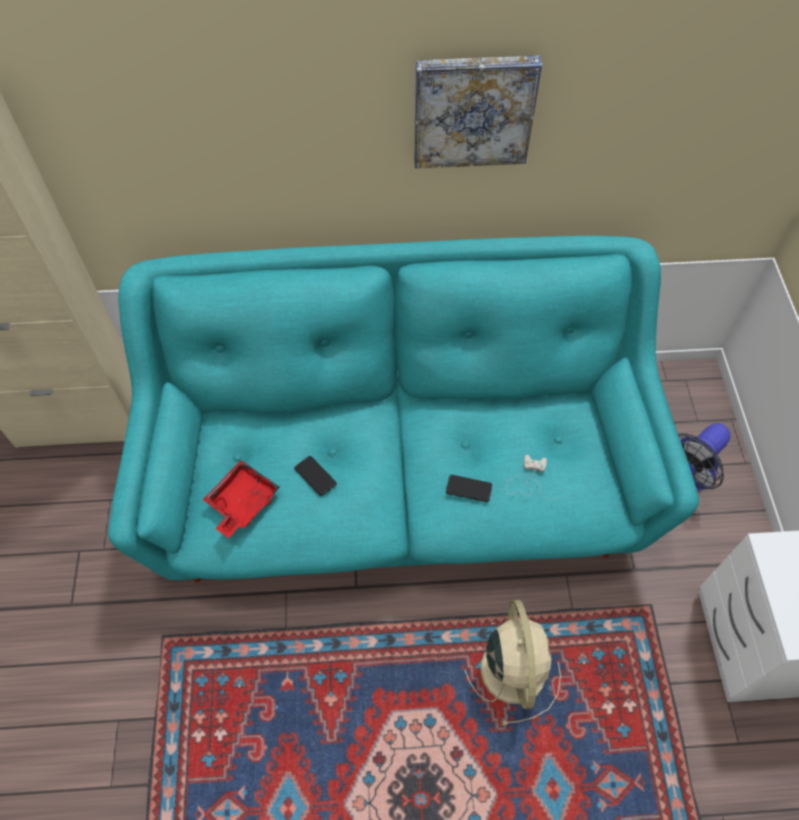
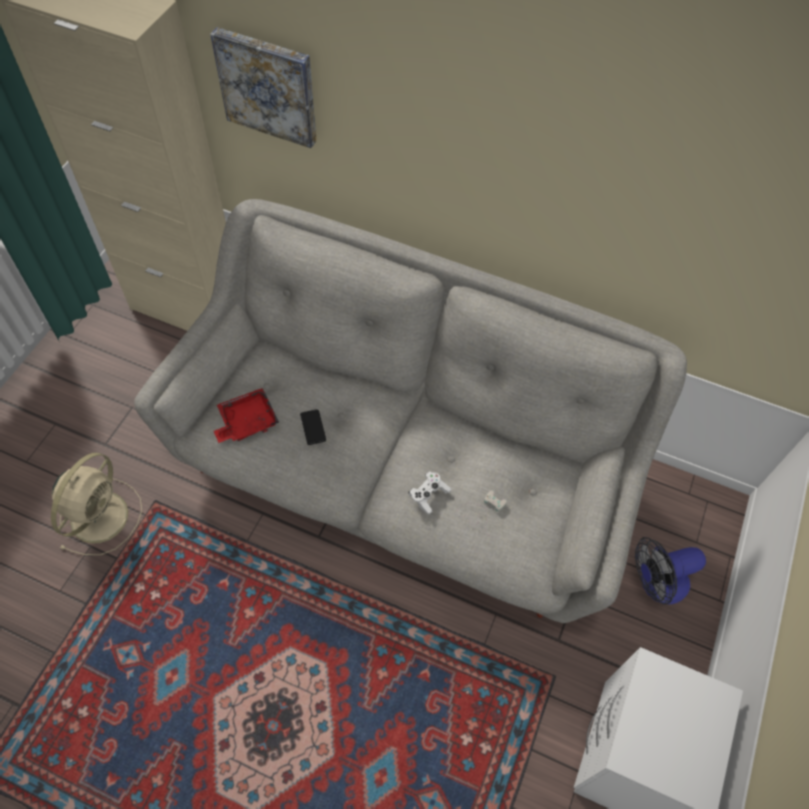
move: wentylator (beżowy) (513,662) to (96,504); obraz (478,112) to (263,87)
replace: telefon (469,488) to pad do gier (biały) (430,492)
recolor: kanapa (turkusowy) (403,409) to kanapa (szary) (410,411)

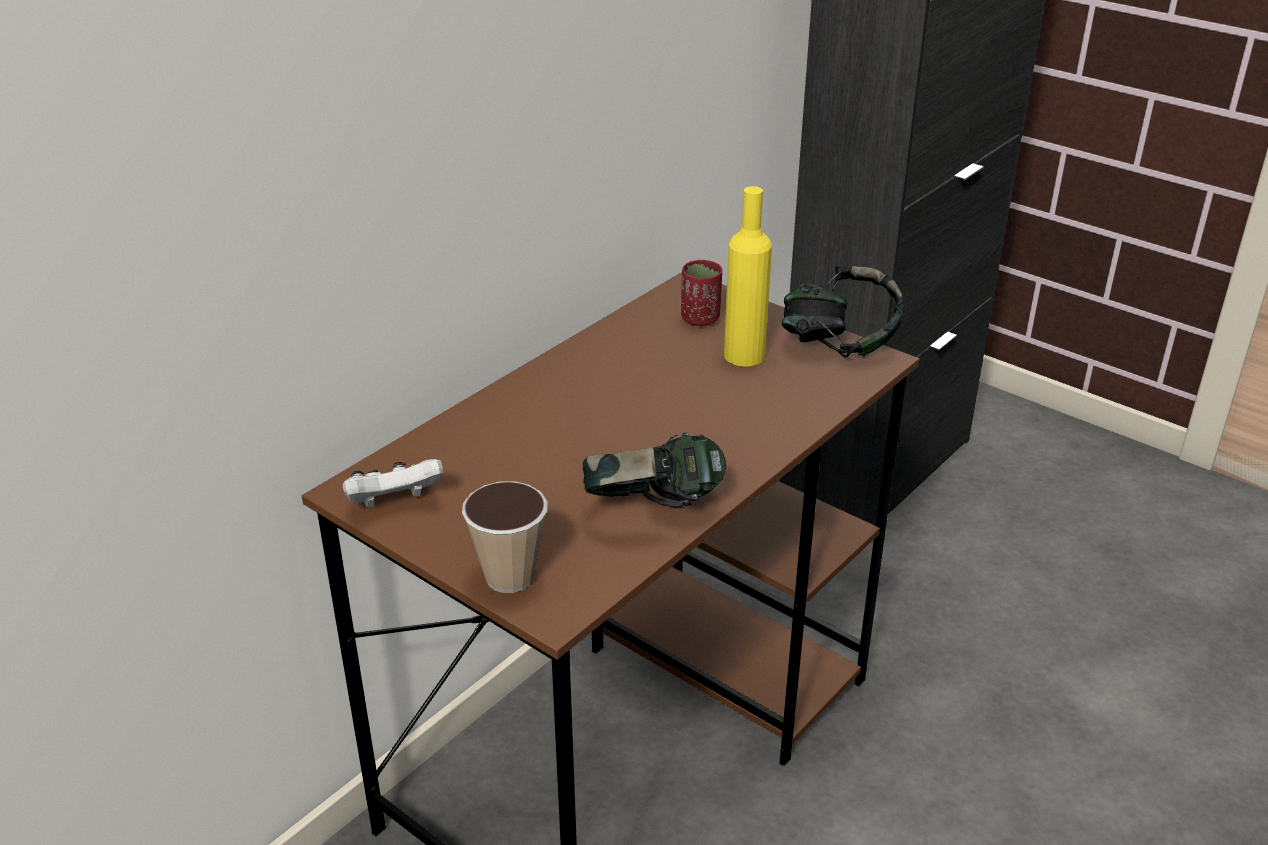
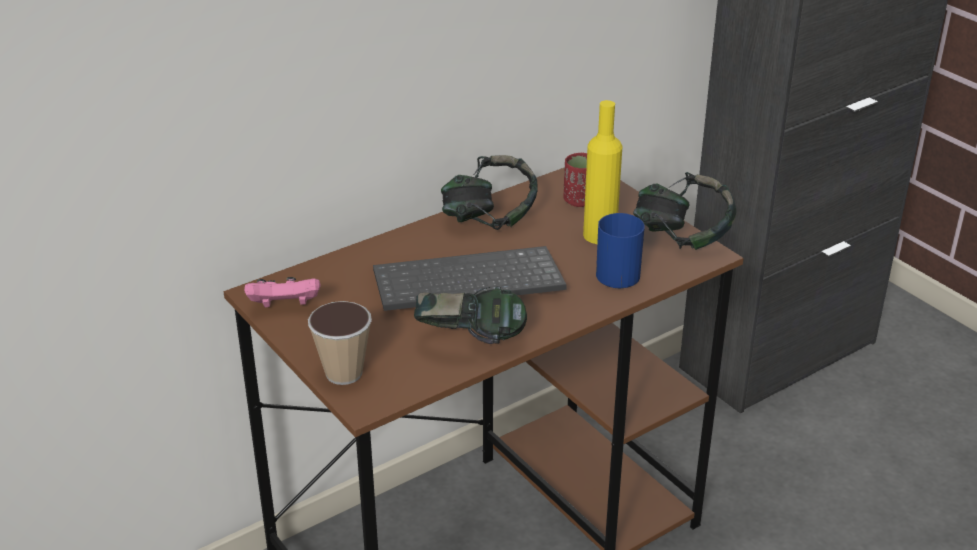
insert: klawiatura (469,278); słuchawki (489,192); kubek (niebieski) (620,251)
recolor: pad do gier (biały) (393,483) to pad do gier (różowy) (282,292)

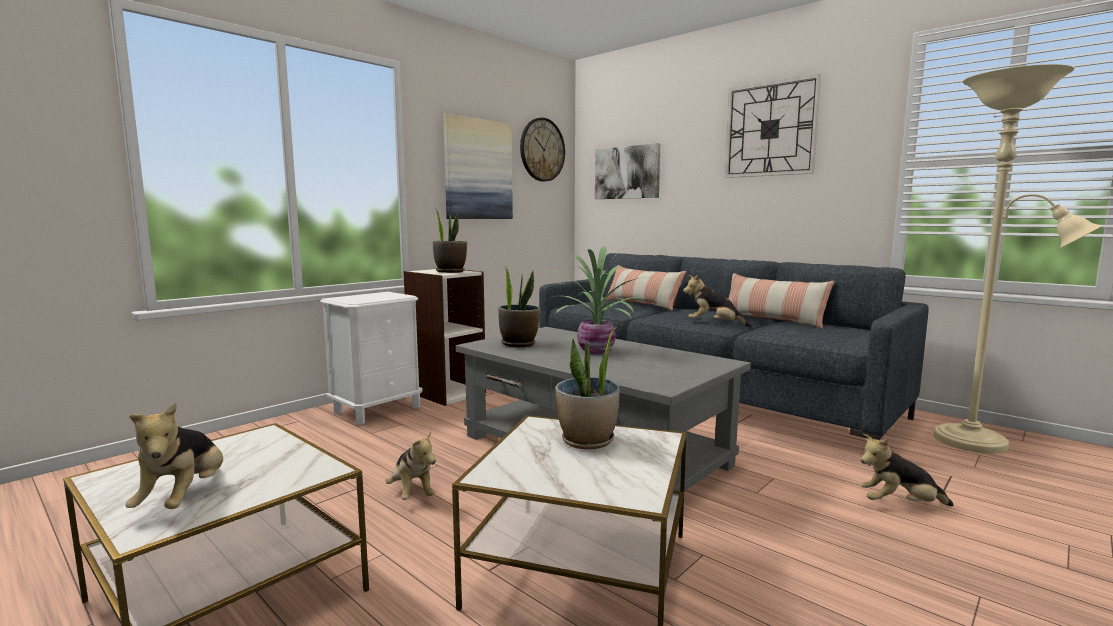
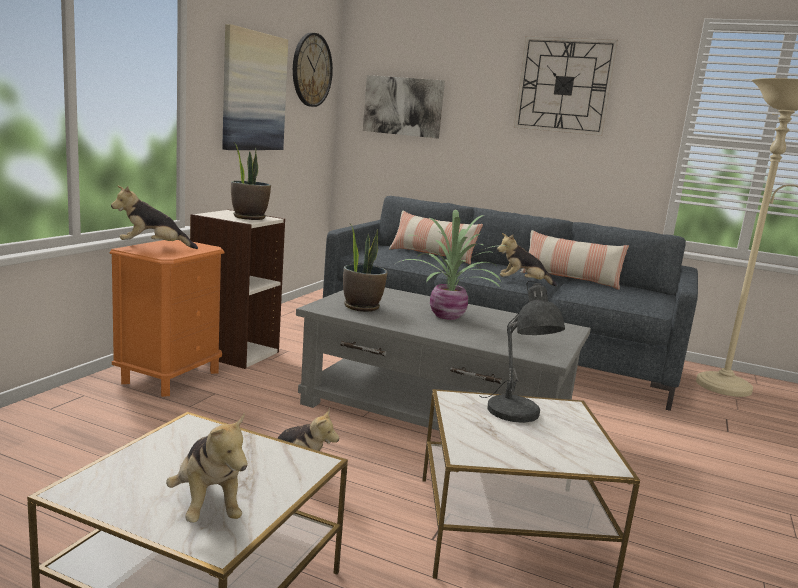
move: pluszak (907,470) to (154,217)
replace: roślina doniczkowa (587,388) to lampa stołowa (szary) (522,352)
recolor: szafka nocna (biały) (371,358) to szafka nocna (pomarańczowy) (167,318)

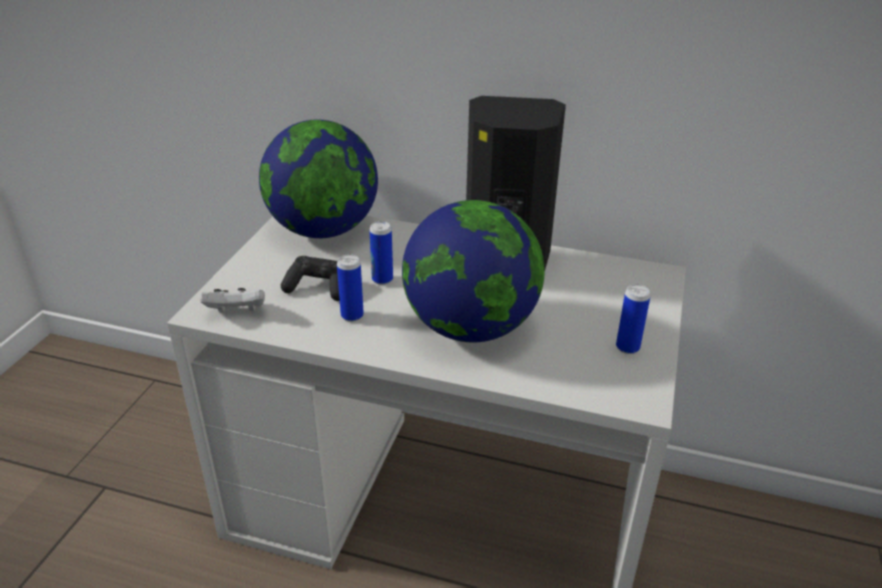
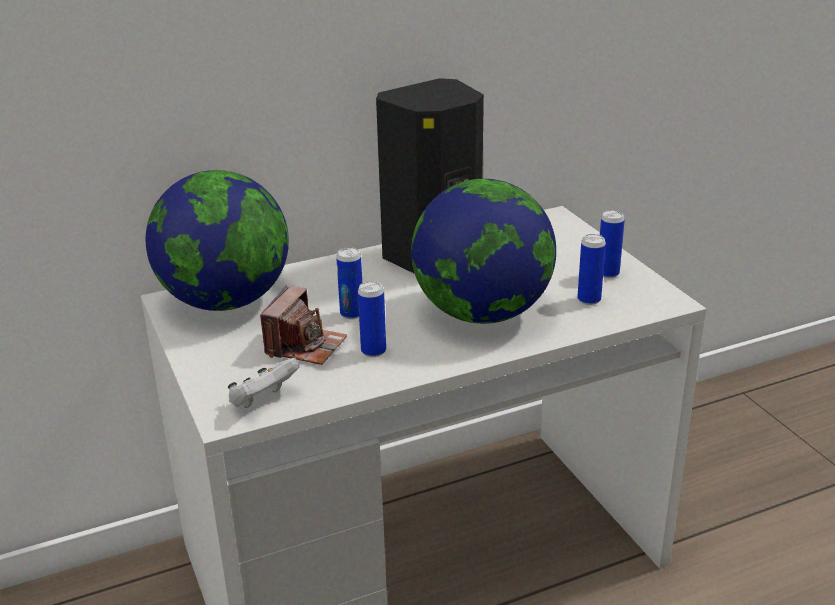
insert: puszka (591,269)
replace: pad do gier (czarny) (310,278) to aparat fotograficzny (303,325)

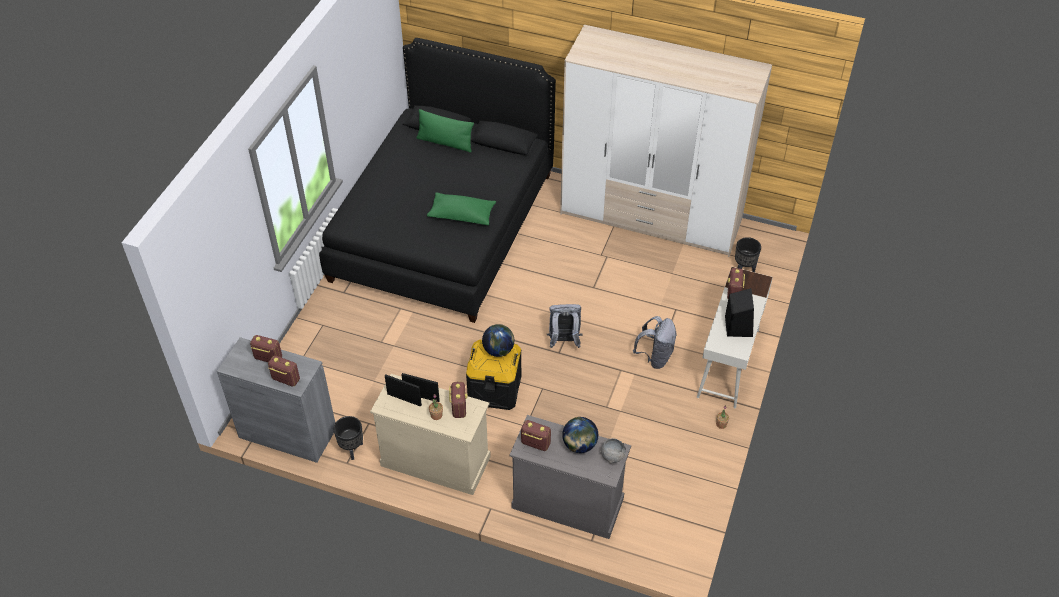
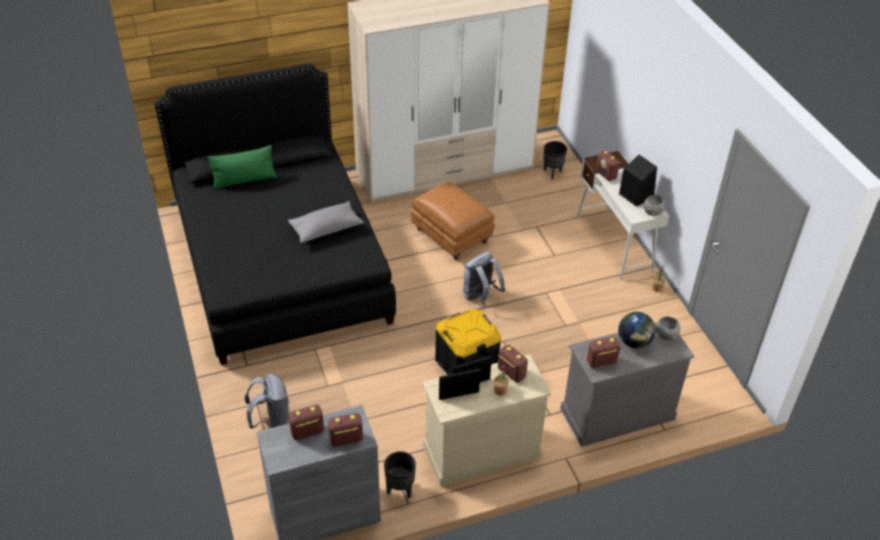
delete: globus (498,340)
insert: pufa (brązowy) (453,221); miska (szary) (654,205)
move: plecak (szary) (655,342) to (267,401)
recolor: poduszka (zielony) (461,209) to poduszka (szary) (326,222)

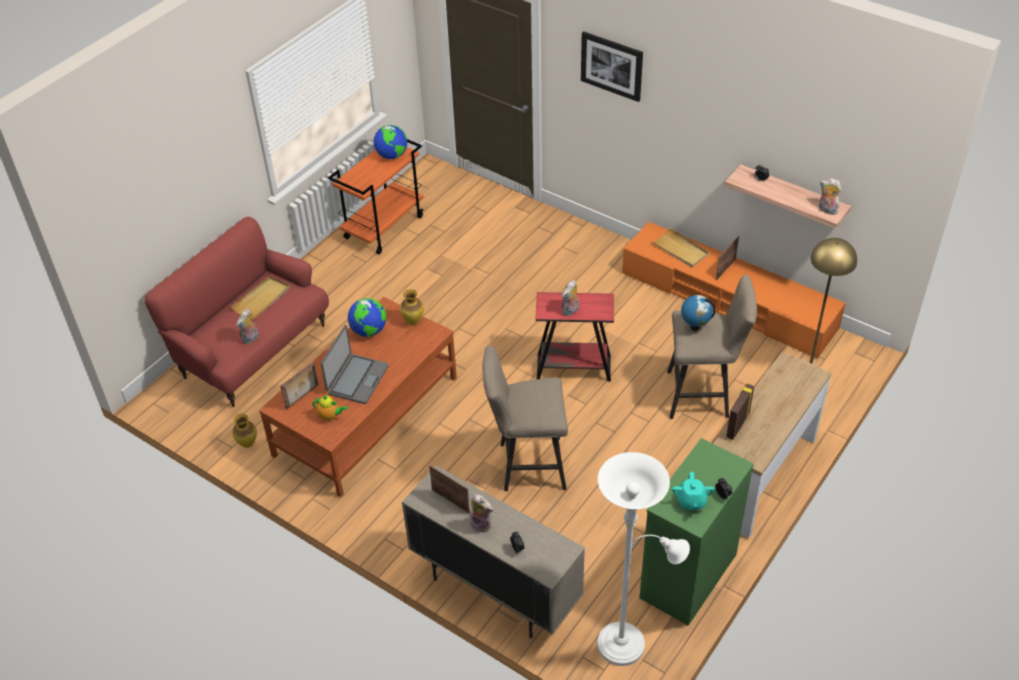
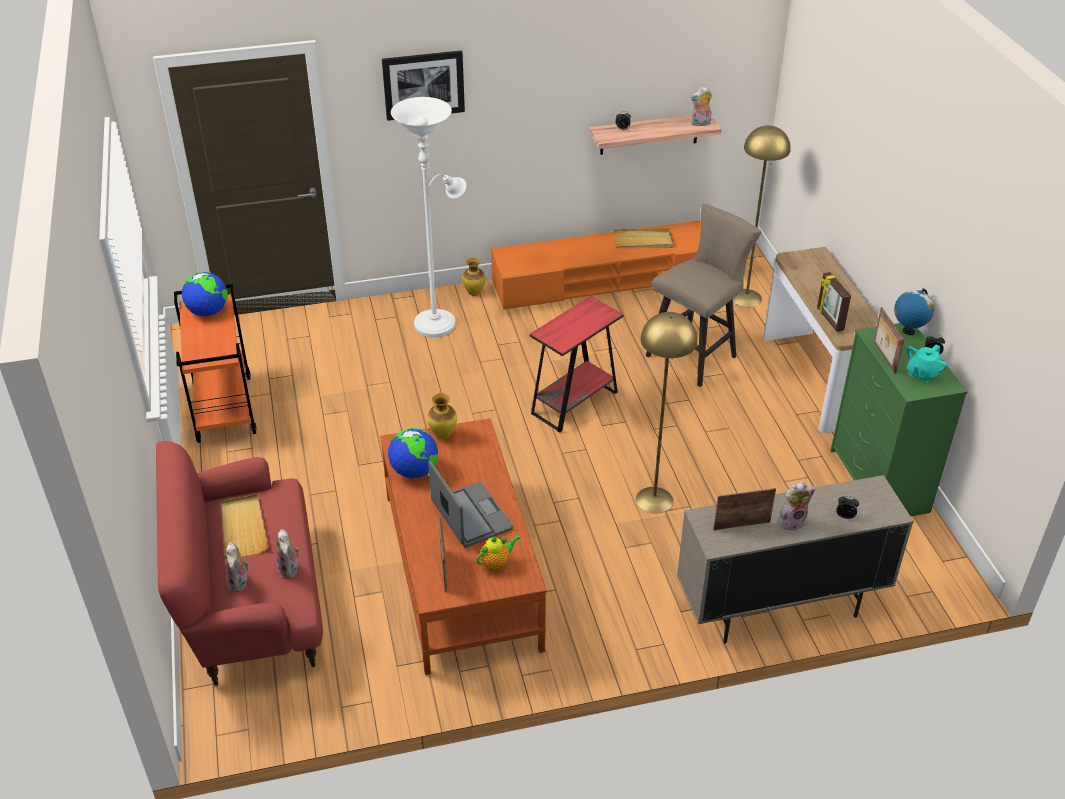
move: pluszak (570,298) to (237,567); lampa stojąca (biały) (643,559) to (428,217); wazon (244,431) to (473,277); taca (beżowy) (679,248) to (643,238); ramka na zdjęcie (727,258) to (888,340); globus (698,313) to (914,311)
replace: stołek (beżowy) (525,418) to lampa stojąca (żółty) (667,413)
rotate: imbryk (turkusowy) (693,491) = (927,363) 90 degrees clockwise

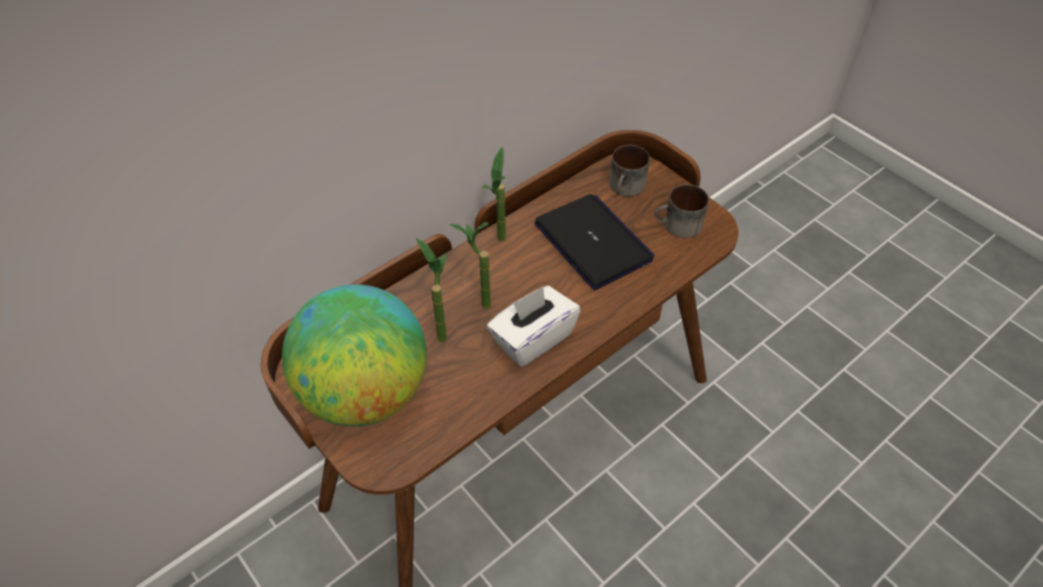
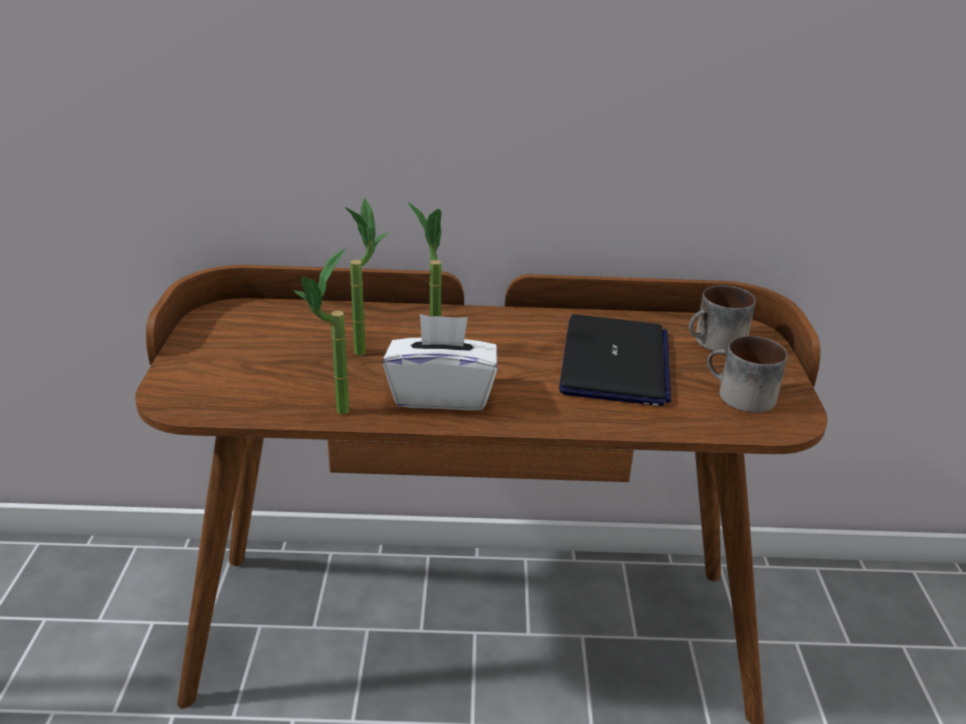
delete: globus (354,355)
move: roślina doniczkowa (494,194) to (321,331)

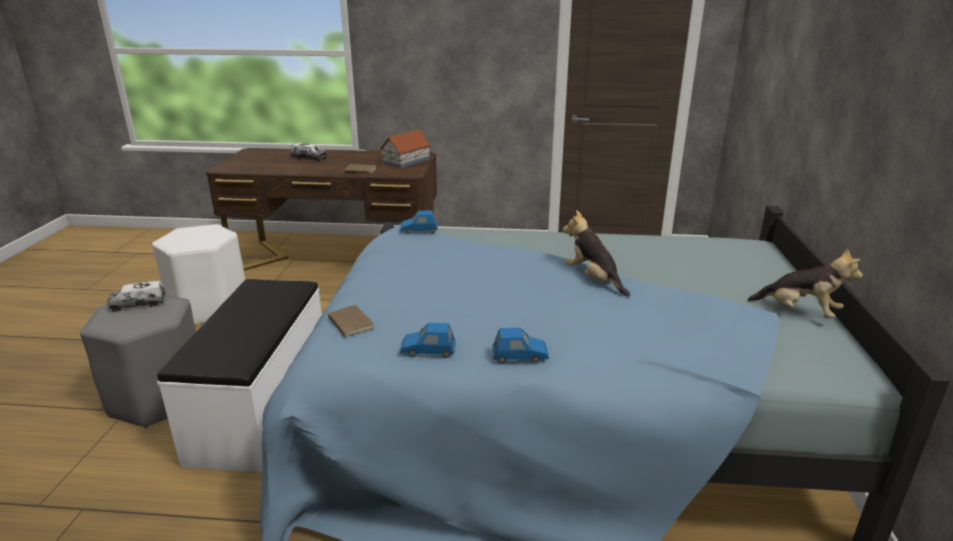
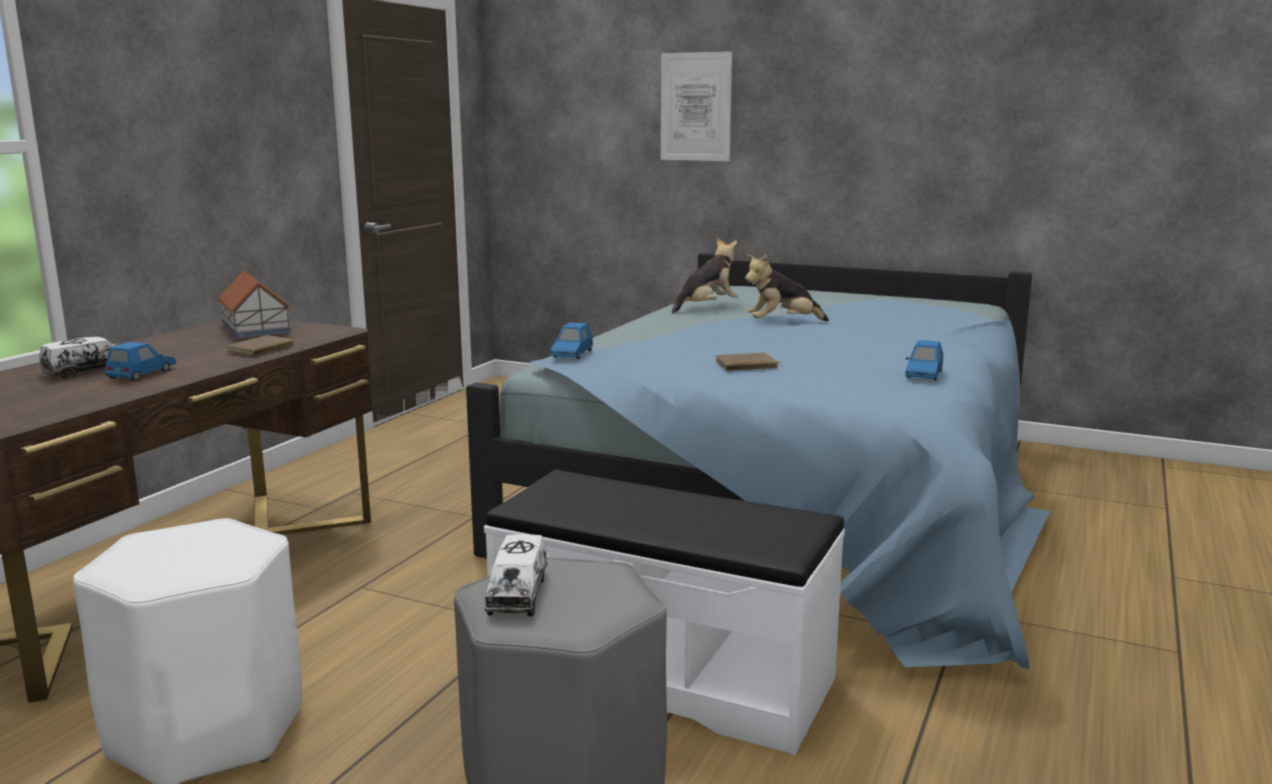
insert: obraz (696,106)
move: samochodzik (niebieski) (520,345) to (141,361); pluszak (805,283) to (705,276); książka (brązowy) (351,321) to (749,362)

